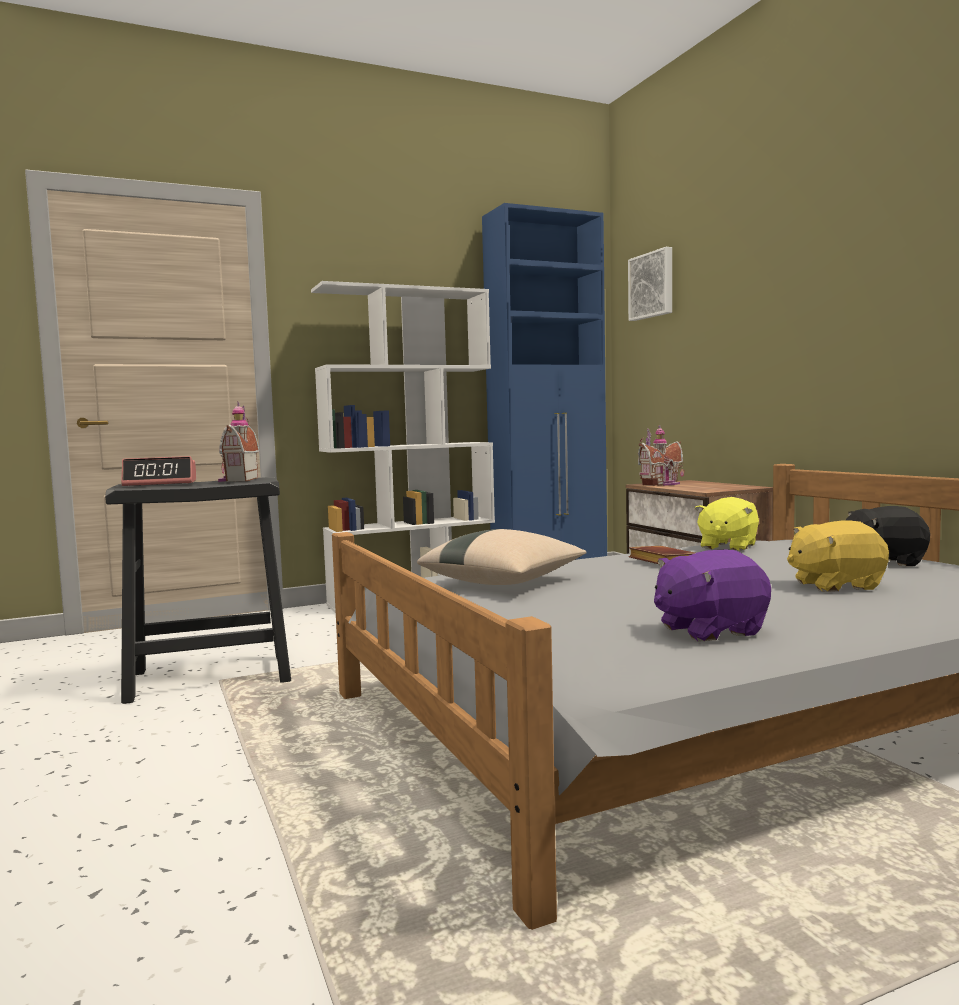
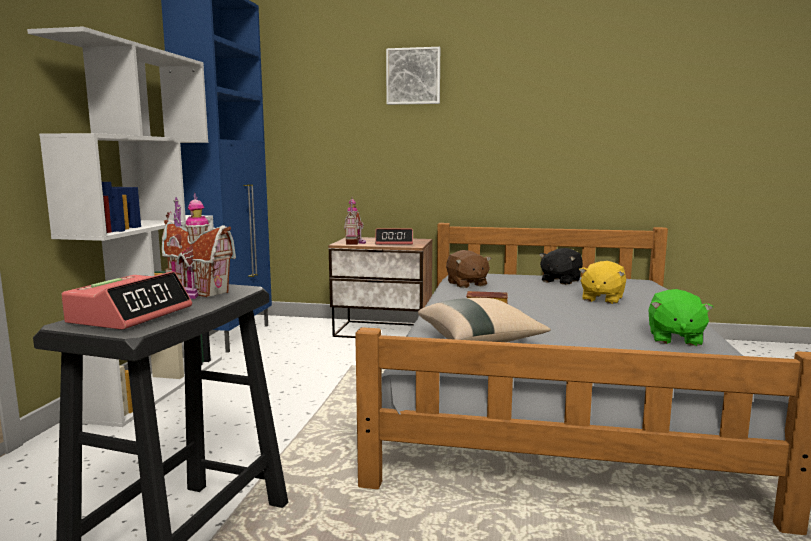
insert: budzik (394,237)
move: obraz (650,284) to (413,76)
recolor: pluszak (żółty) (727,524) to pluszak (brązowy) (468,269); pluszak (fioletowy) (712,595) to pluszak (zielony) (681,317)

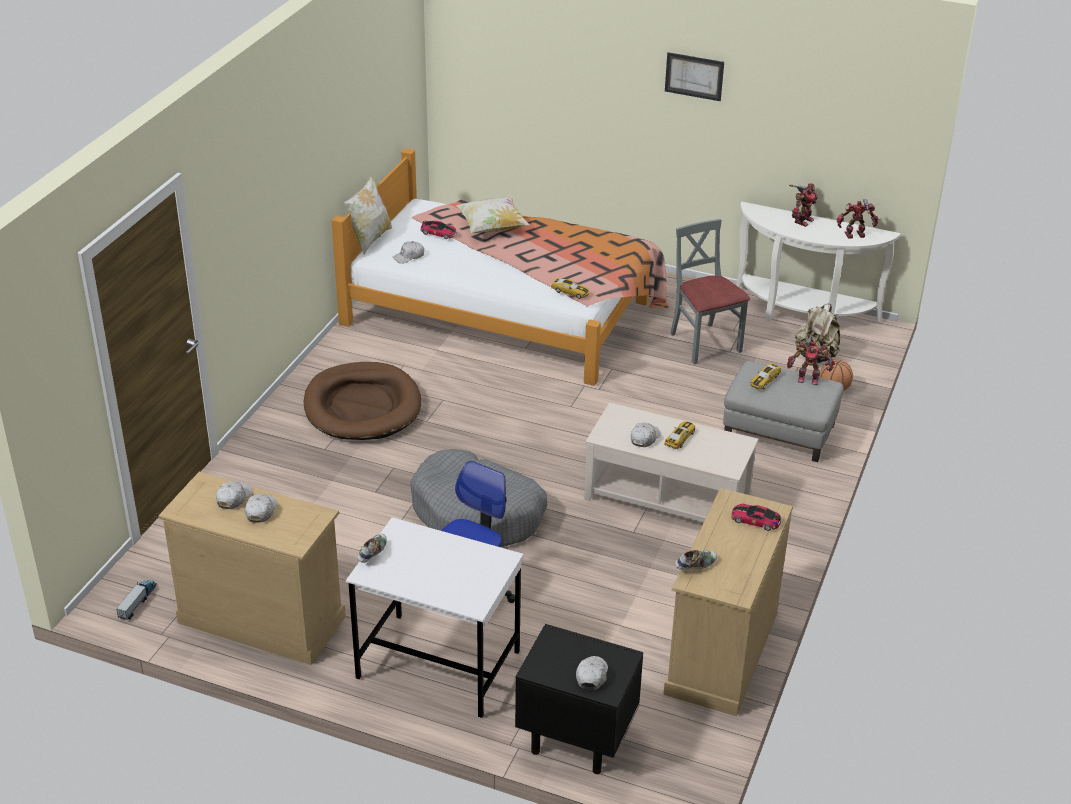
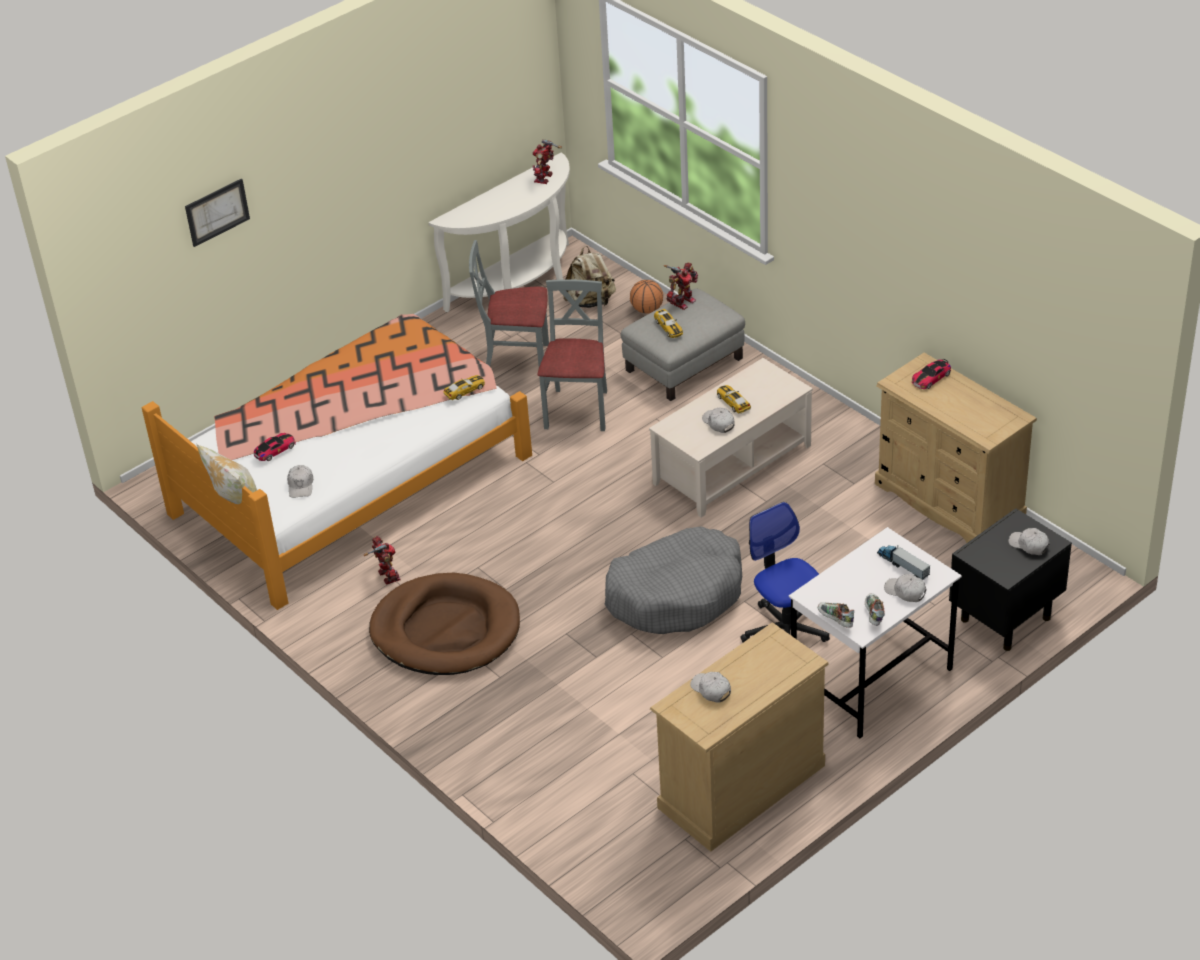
delete: poduszka (493,215)
insert: krzesło (szary) (572,355)
move: obraz (694,76) to (217,213); robot zabawkowy (803,205) to (382,560); but (696,560) to (875,609); ciężarówka zabawkowa (136,600) to (903,562); czapka z daszkiem (biały) (261,508) to (905,588)

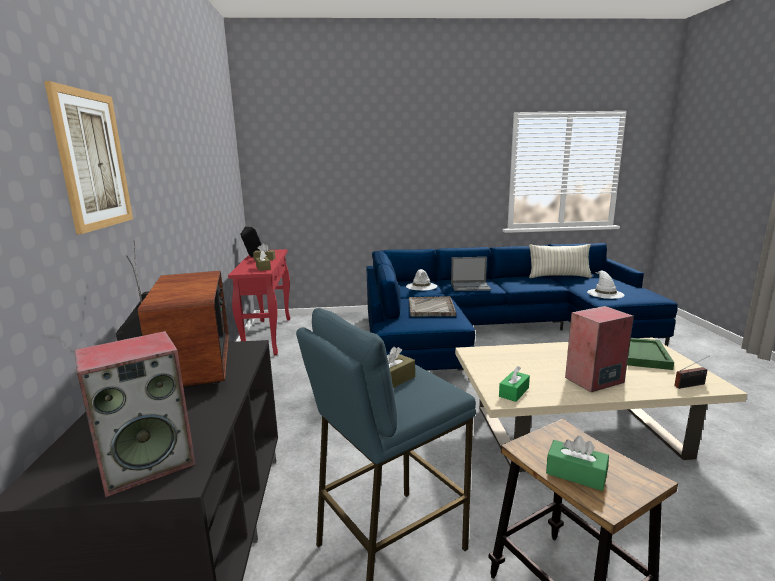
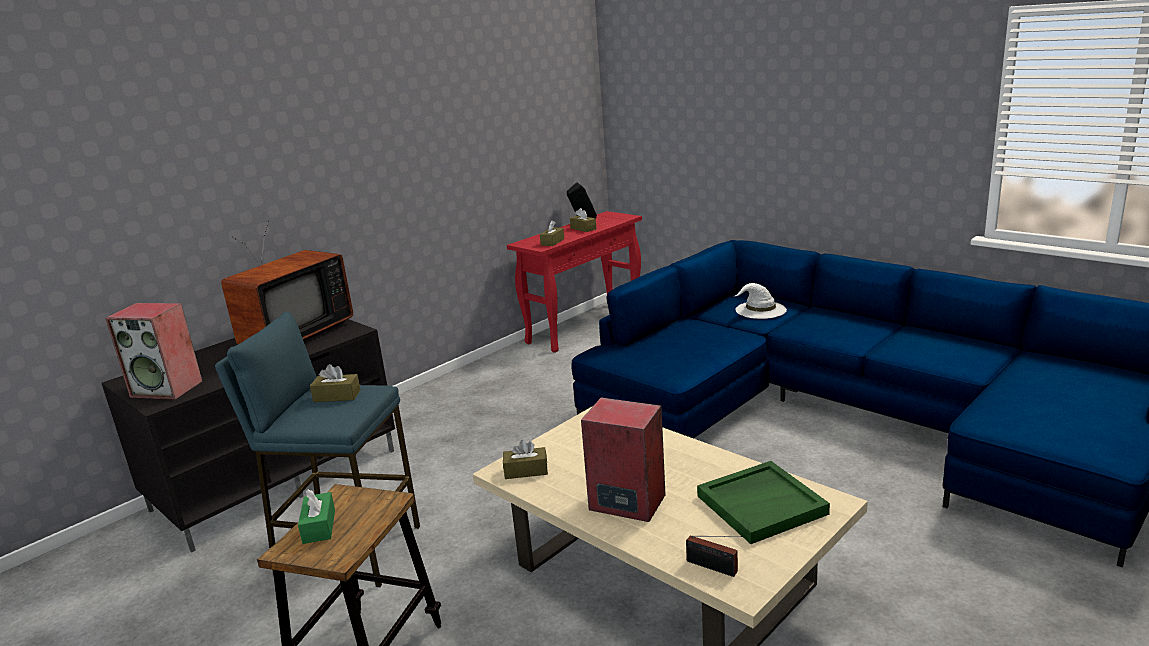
delete: obraz (88,157); taca (szary) (432,306); laptop (471,274); poduszka (560,261); kapelusz (biały) (605,285)
recolor: pudełko chusteczek (zielony) (514,384) to pudełko chusteczek (brązowy) (525,459)

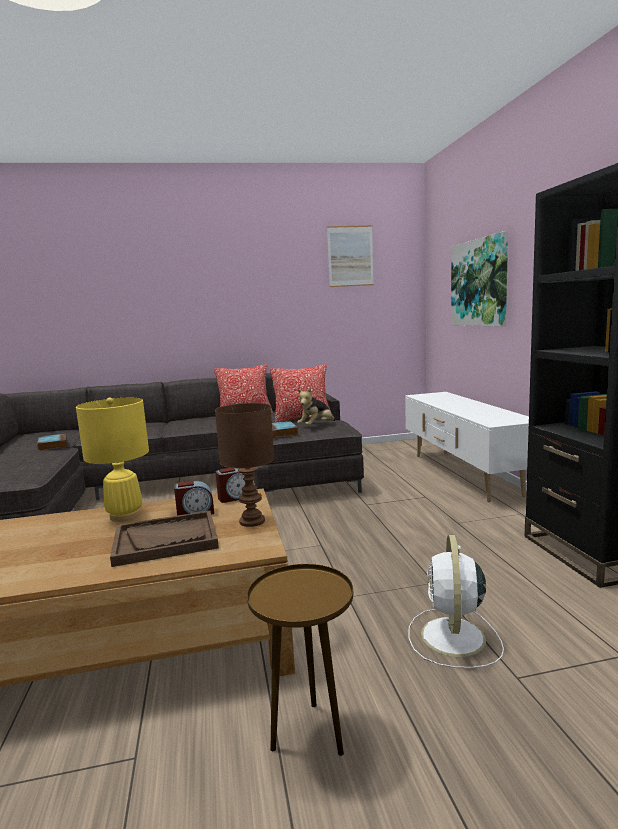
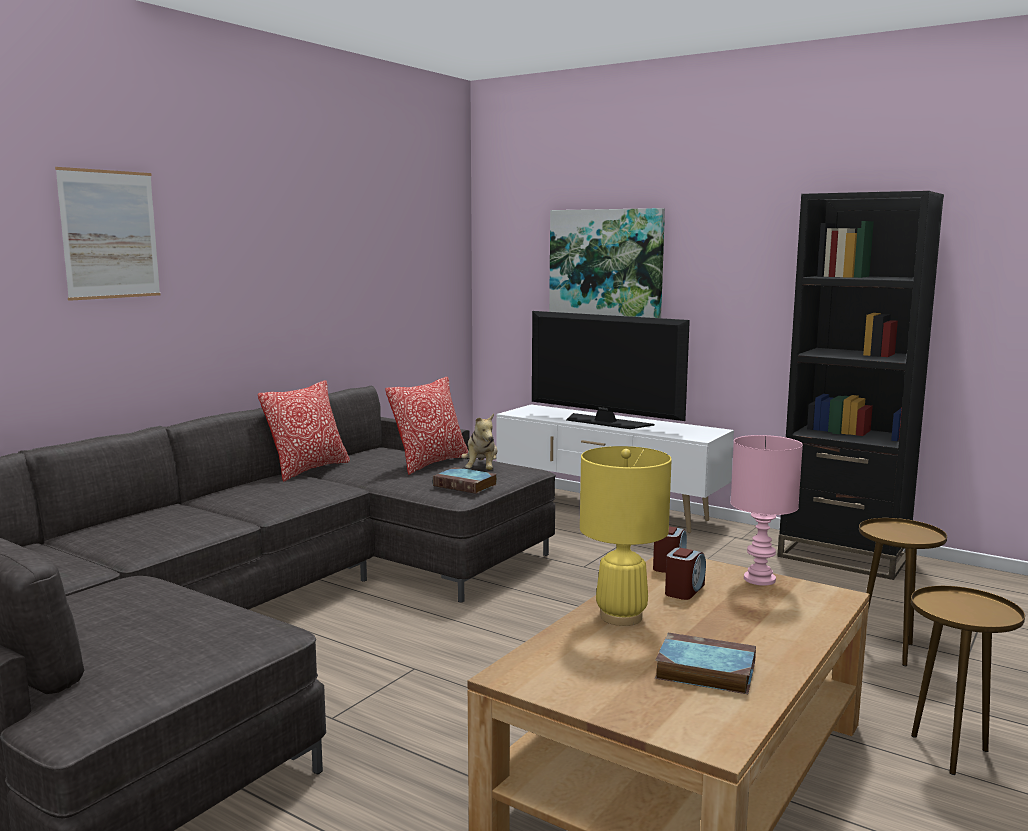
delete: taca (brązowy) (164,539)
insert: telewizor (611,370)
move: obraz (350,256) to (107,234); książka (52,442) to (705,663)
replace: wentylator (biały) (456,601) to stolik (brązowy) (903,592)
recolor: lampa stołowa (brązowy) (244,465) to lampa stołowa (różowy) (766,510)

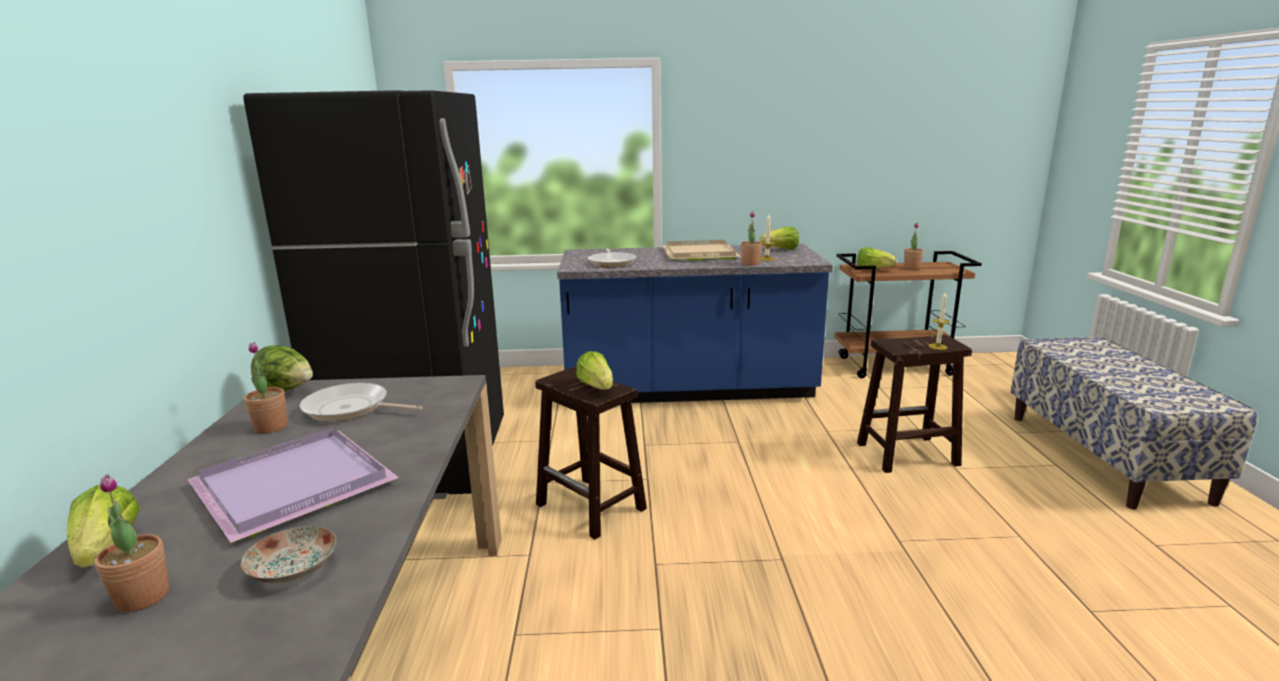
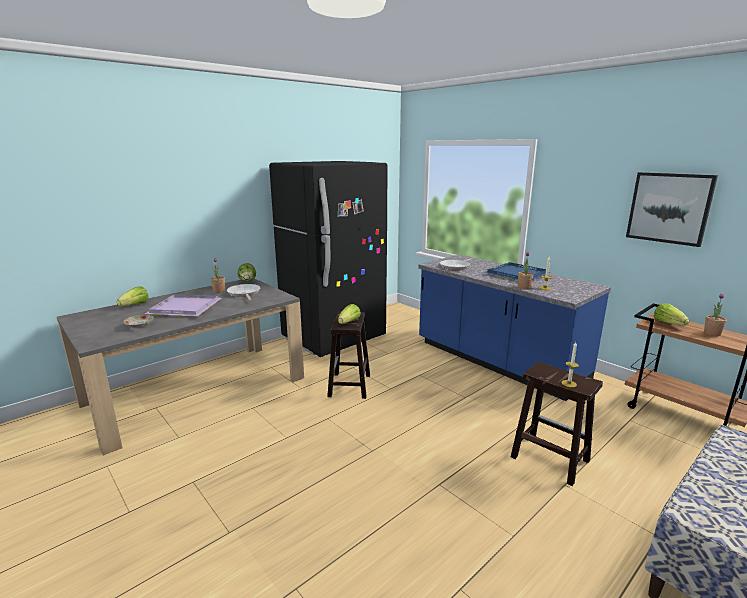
delete: roślina doniczkowa (131,543); sałata (779,238)
insert: obraz (672,209)
recolor: taca (beżowy) (701,250) to taca (niebieski) (517,271)

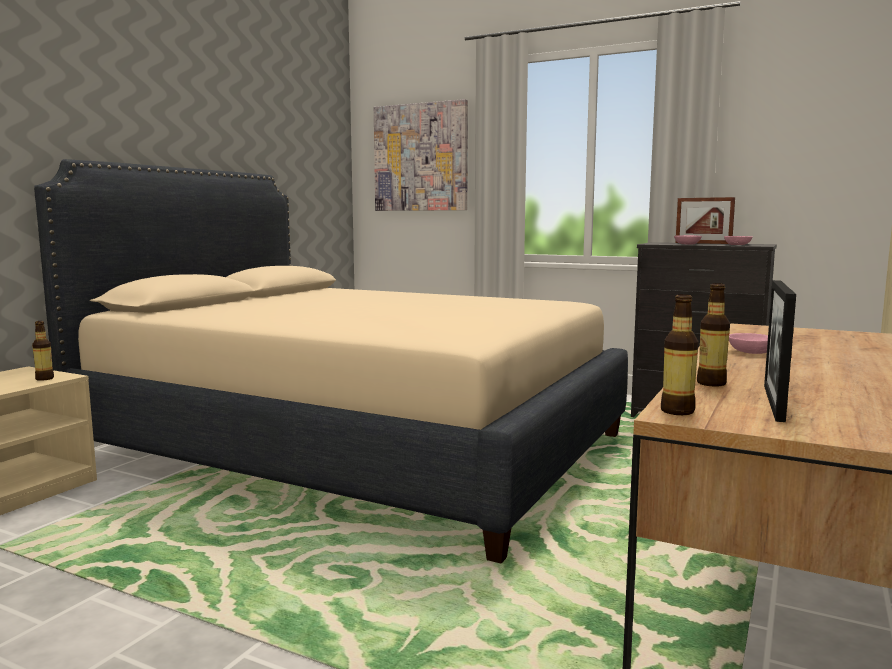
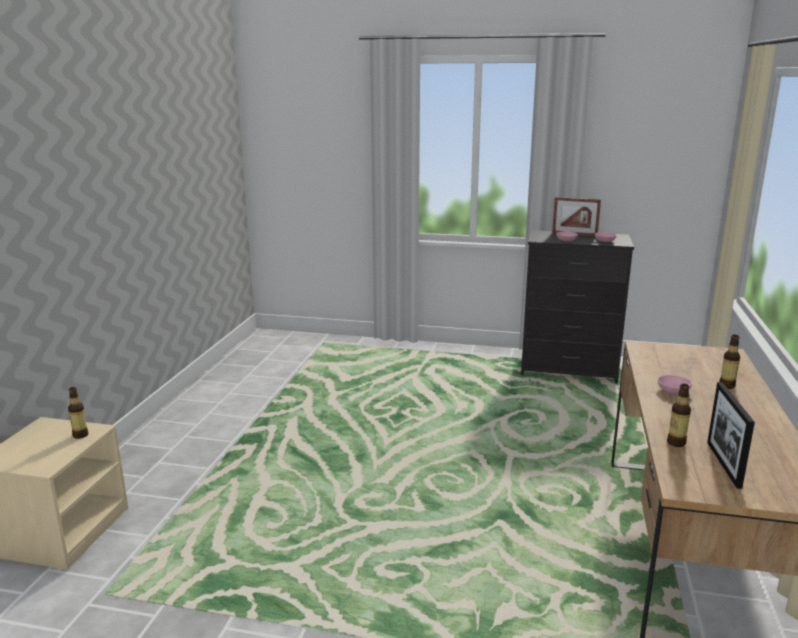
delete: łóżko (beżowy) (331,361); obraz (421,155)
move: butelka (680,354) to (729,362)

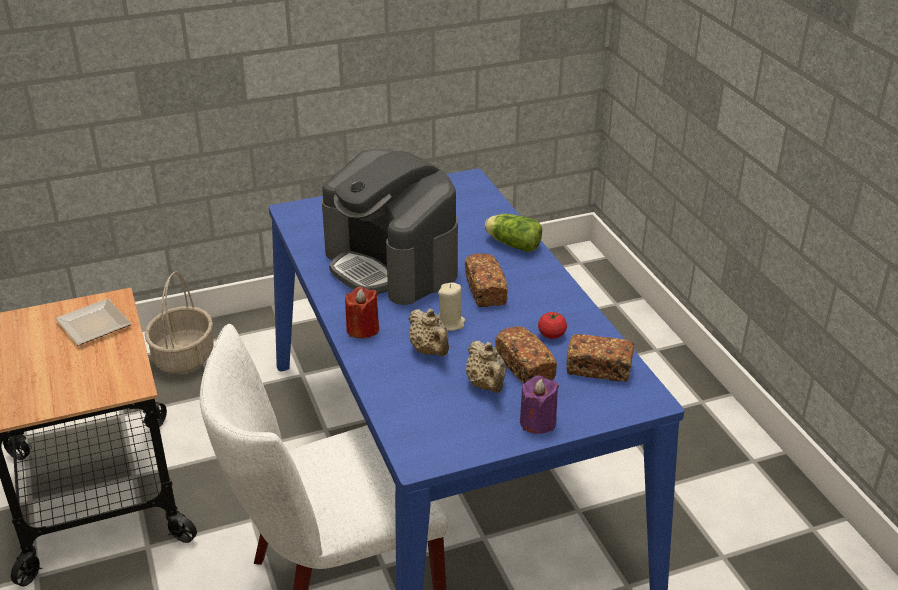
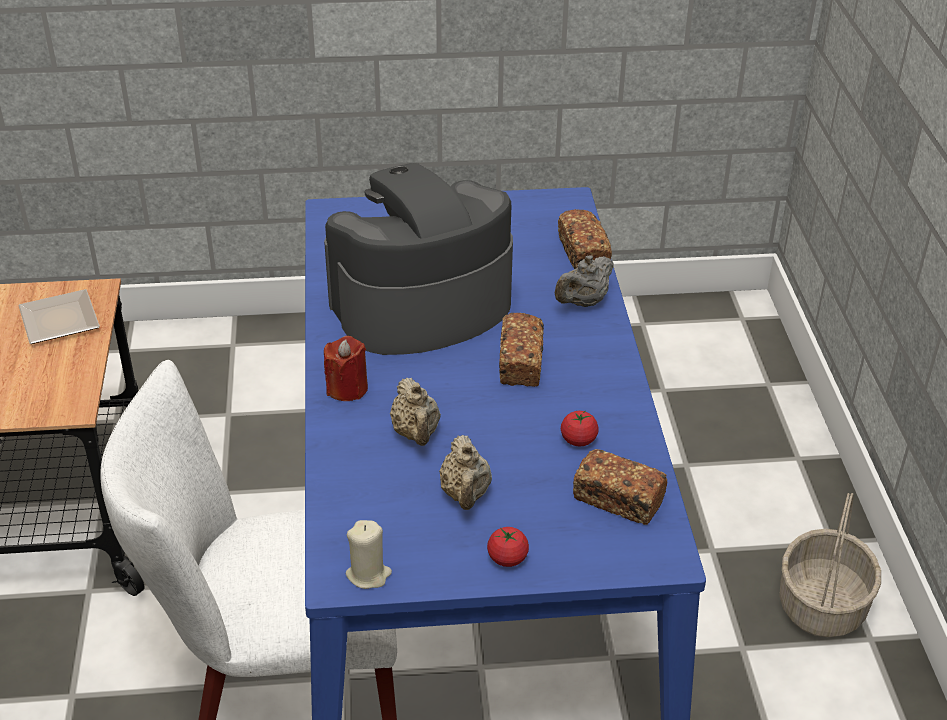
move: świeca (beżowy) (451,307) to (369,554); chleb (526,355) to (585,239); koszyk (179,322) to (830,565)
replace: świeca (fioletowy) (539,405) to pomidor (508,547); sałata (513,233) to imbryk (szary) (584,281)
rotate: ekspres do kawy (390,227) = (418,259) 90 degrees clockwise

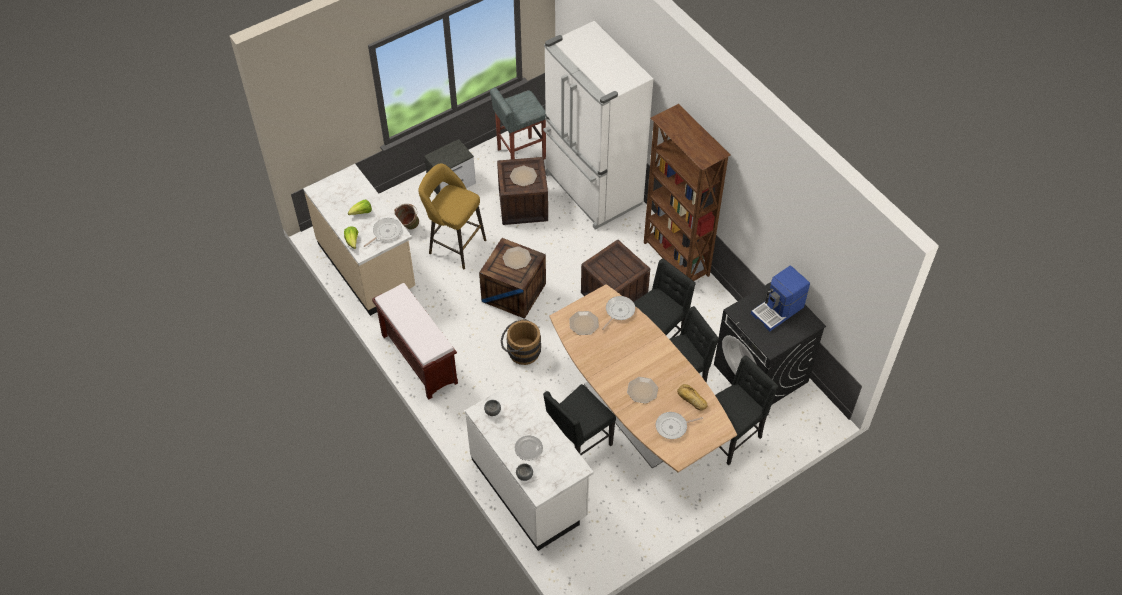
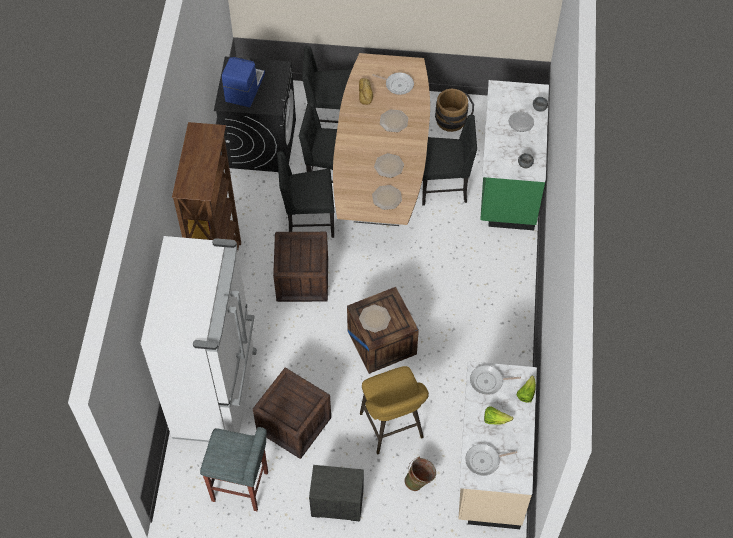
delete: ławka (brązowy) (415,341)
move: talerz (523,176) to (389,165); wiadro (brązowy) (521,342) to (454,110); patelnia (618,313) to (491,460)
recolor: zabudowa kuchenna (biały) (529,465) to zabudowa kuchenna (zielony) (514,155)
rotate: ekspres do kawy (780,298) = (243,82) 75 degrees counterclockwise

